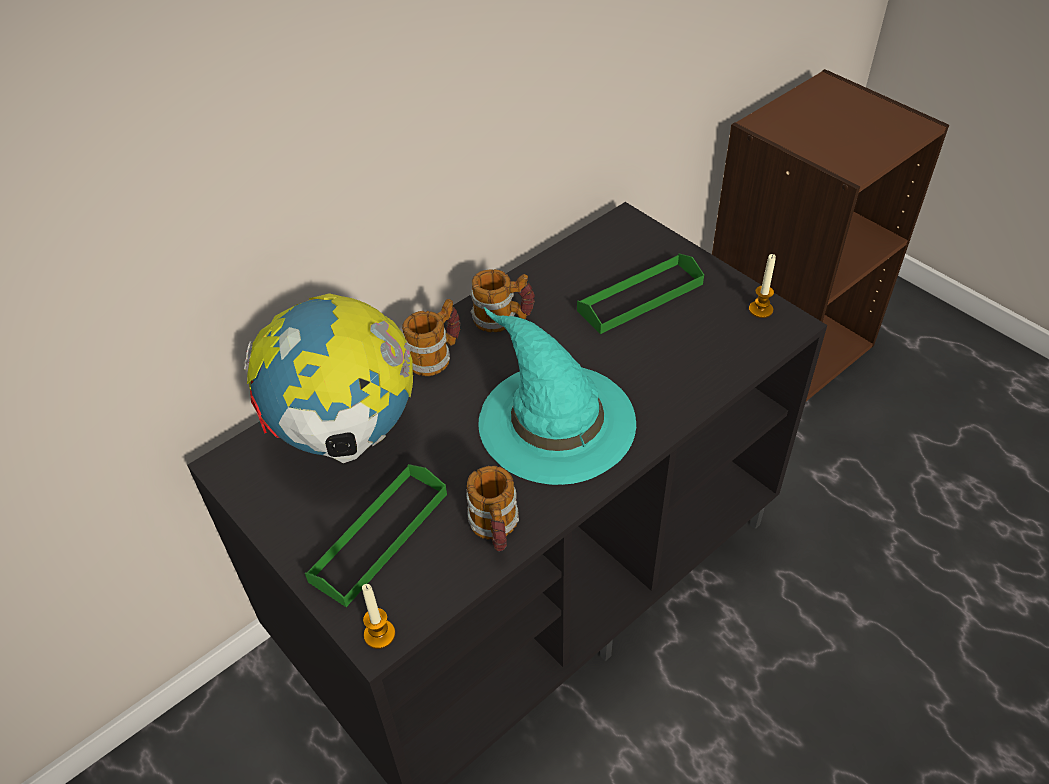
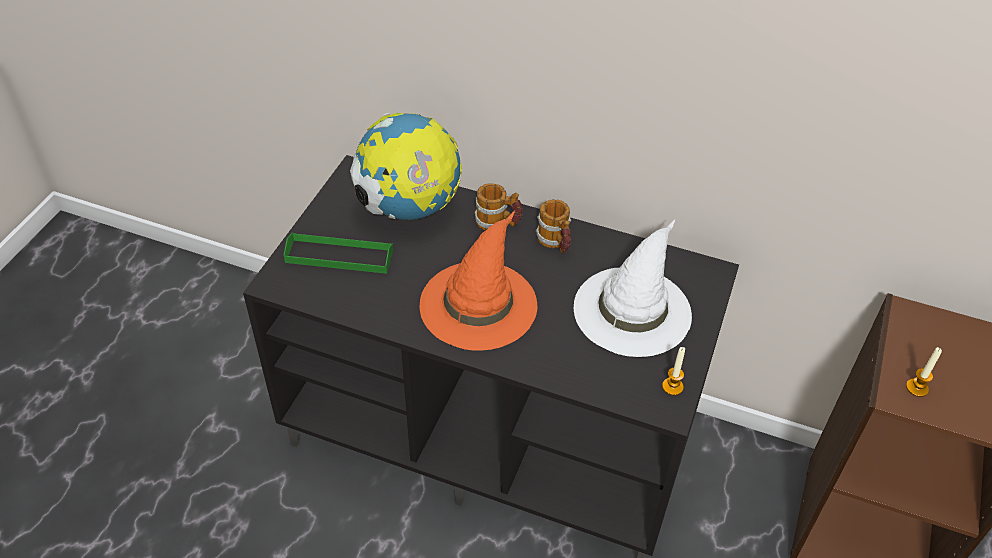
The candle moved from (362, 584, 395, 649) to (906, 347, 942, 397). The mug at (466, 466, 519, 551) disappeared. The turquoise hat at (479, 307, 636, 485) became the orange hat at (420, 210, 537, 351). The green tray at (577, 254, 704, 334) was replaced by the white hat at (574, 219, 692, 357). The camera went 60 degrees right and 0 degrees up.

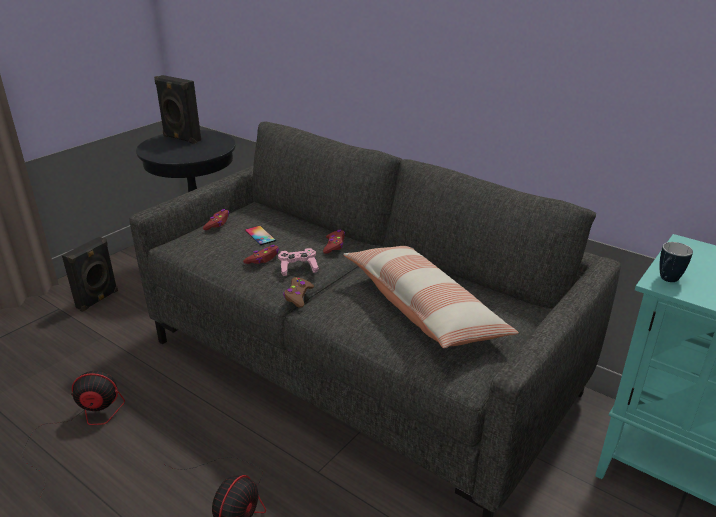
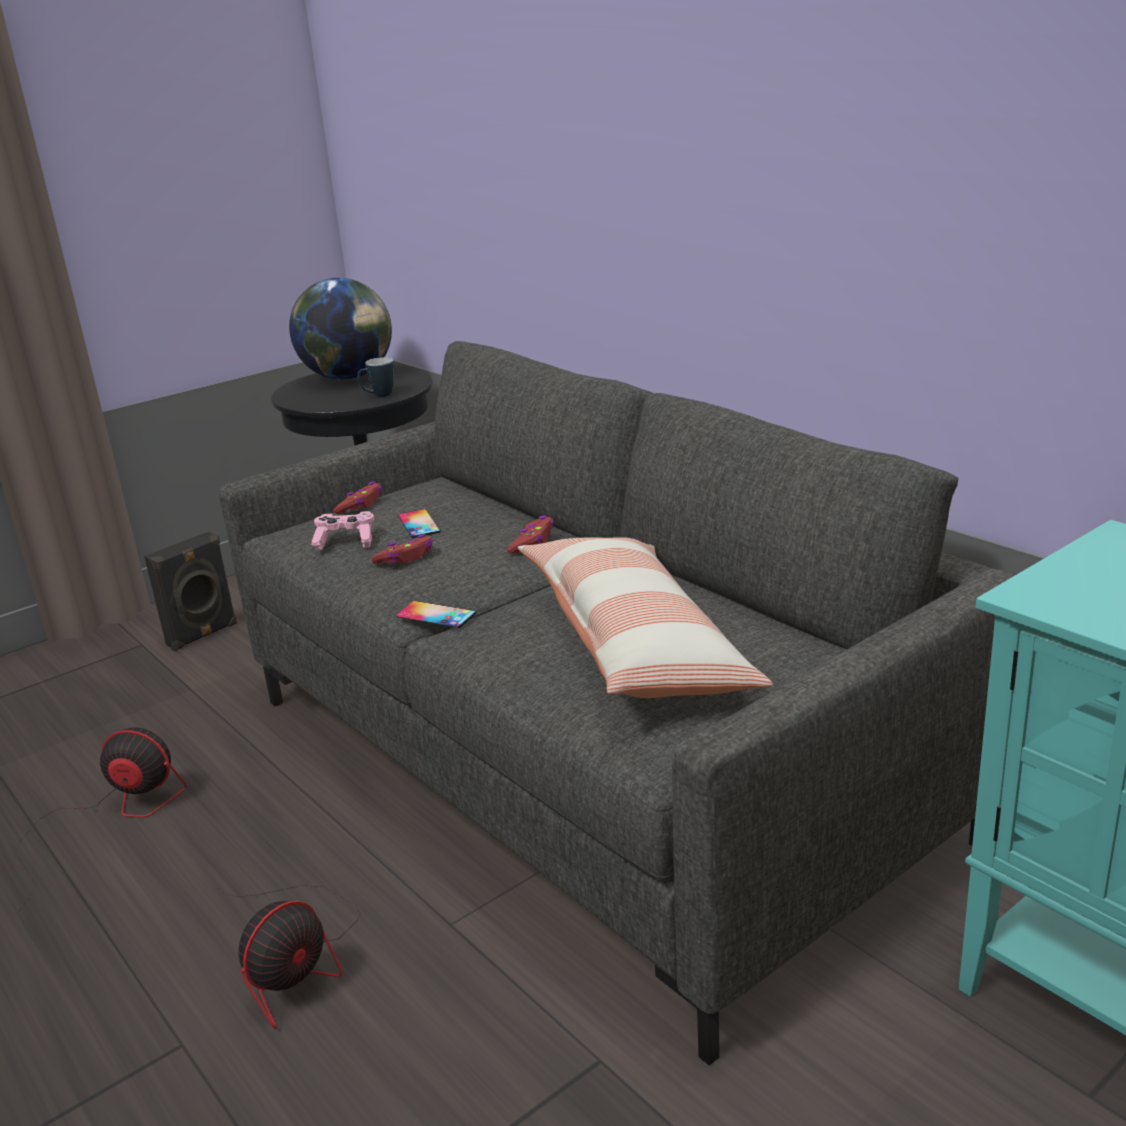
The black speaker at (154, 75, 201, 144) was replaced by the globe at (289, 278, 392, 380). The pink game controller moved from (278, 248, 319, 276) to (311, 511, 374, 550). The brown game controller at (283, 277, 314, 308) was replaced by the phone at (397, 601, 476, 628). The mug moved from (659, 242, 693, 282) to (357, 357, 394, 397). The camera went 15 degrees right and 5 degrees down.

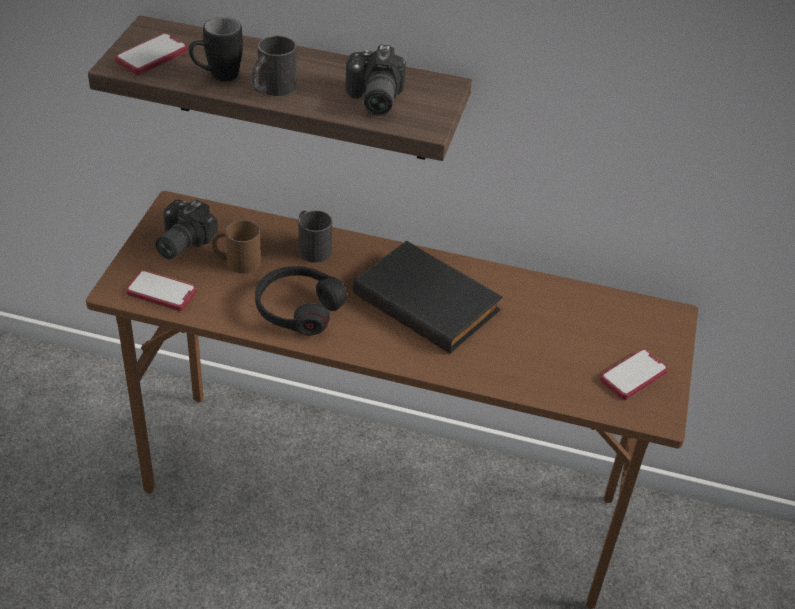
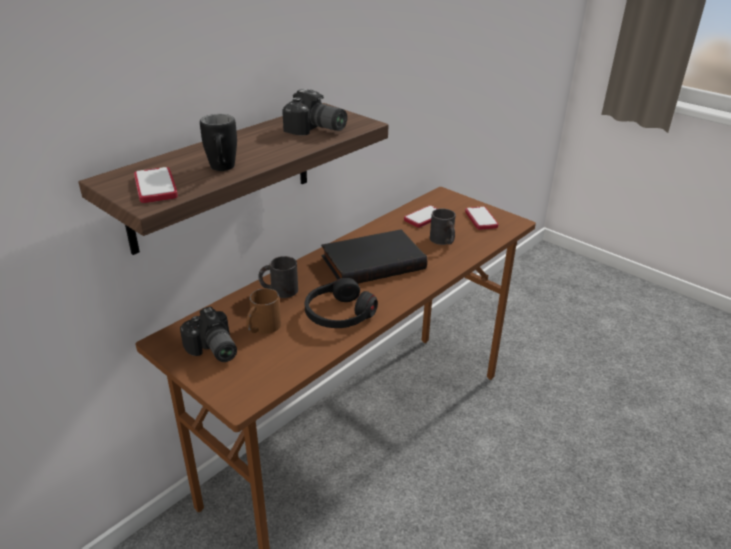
The phone moved from (126, 270, 196, 311) to (404, 205, 438, 228). The black mug moved from (251, 35, 297, 96) to (430, 208, 456, 245). The camera went 60 degrees left and 10 degrees down.

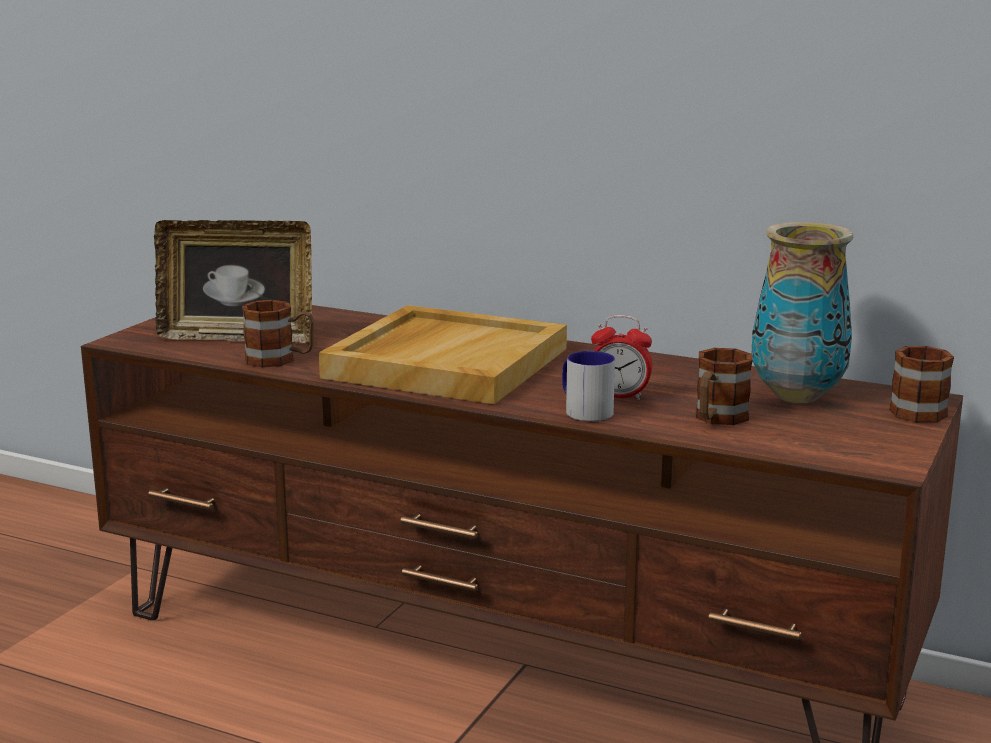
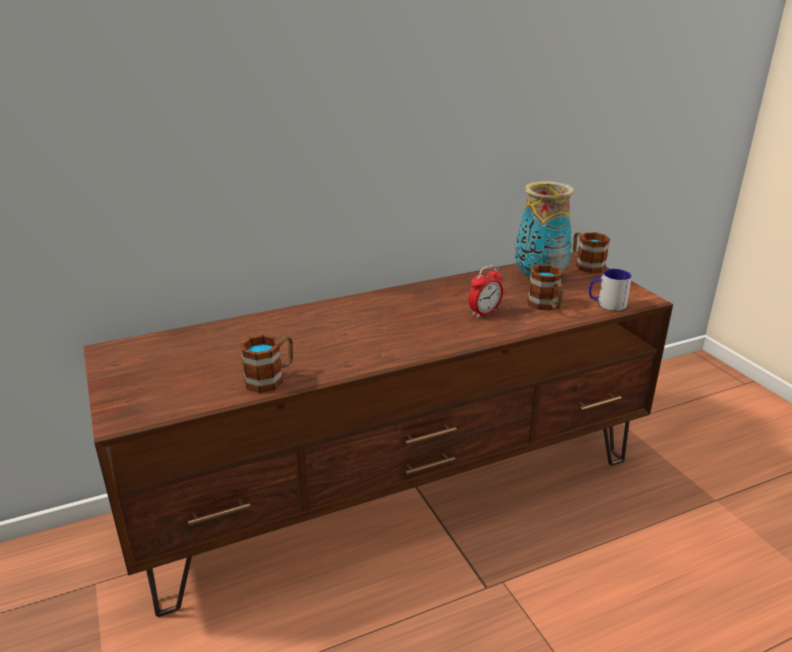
The picture frame at (154, 220, 312, 343) disappeared. The beige tray at (319, 305, 567, 404) disappeared. The mug moved from (562, 351, 615, 421) to (589, 269, 632, 311). The camera went 50 degrees left and 10 degrees up.

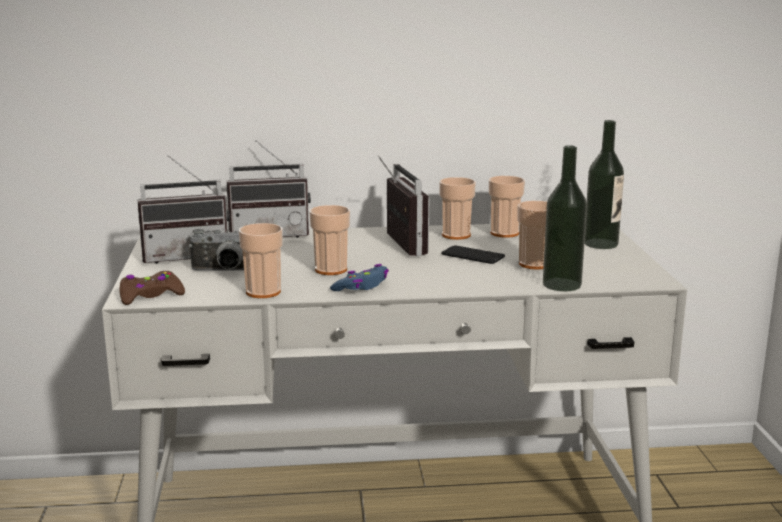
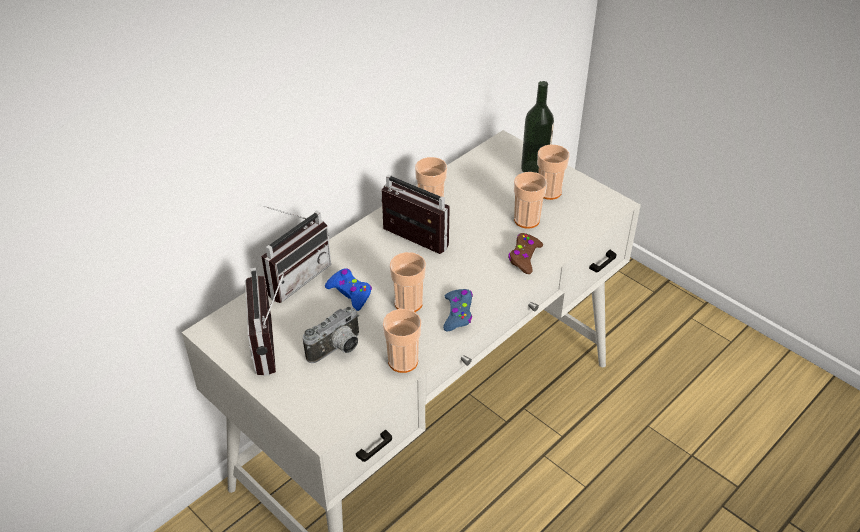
The brown game controller moved from (119, 271, 185, 305) to (508, 233, 543, 274). The radio at (137, 155, 230, 264) turned 135 degrees clockwise. The phone at (441, 245, 505, 264) disappeared. The cup moved from (489, 176, 525, 238) to (537, 144, 570, 200). The bottle at (543, 145, 587, 291) disappeared. The blue game controller at (325, 268, 372, 311) appeared. The camera went 40 degrees left and 25 degrees up.

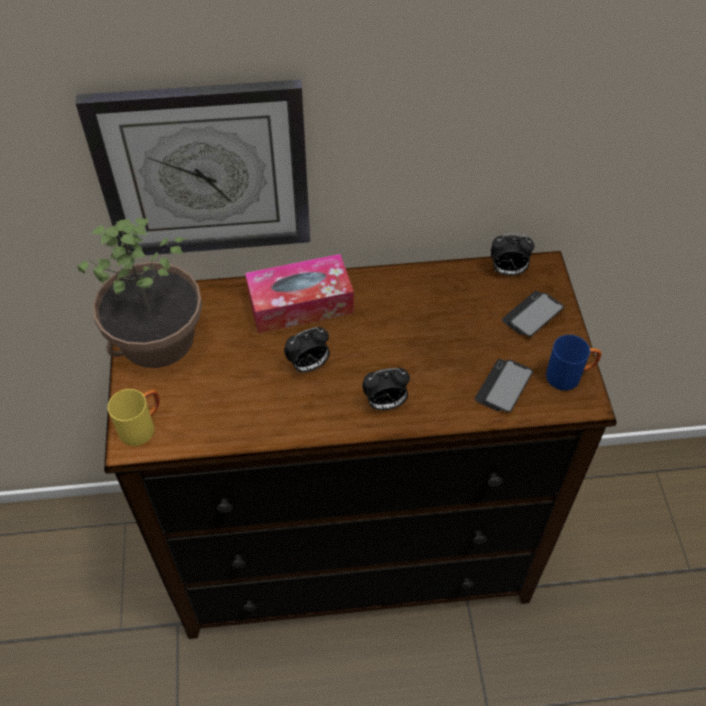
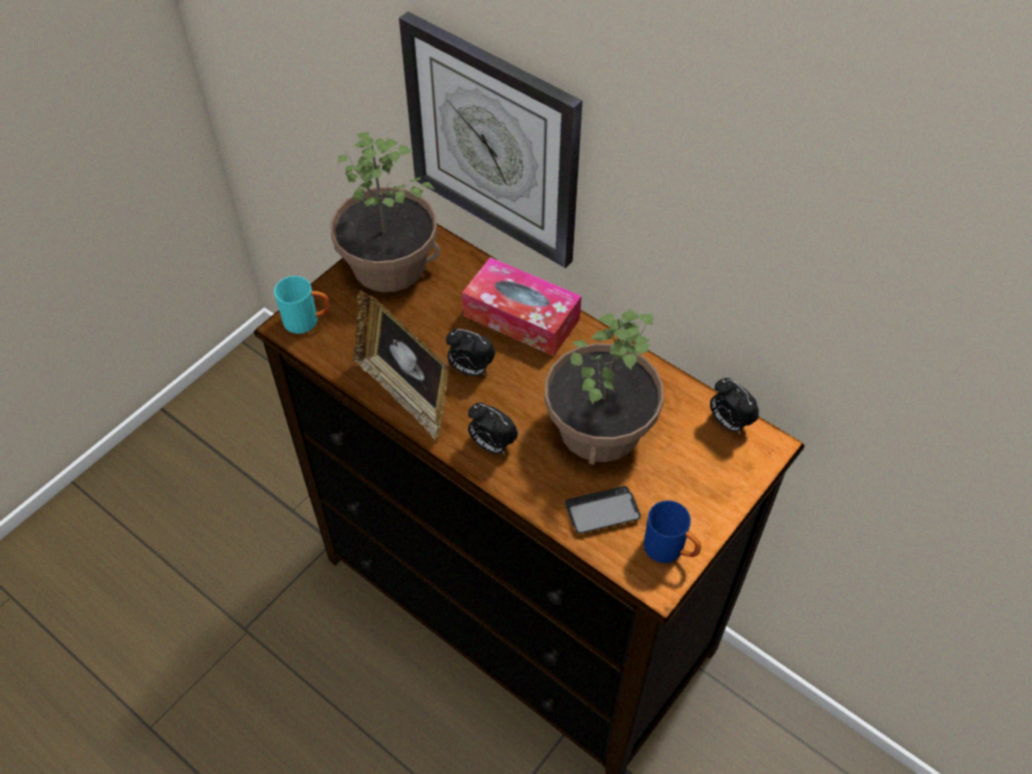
The yellow mug at (108, 389, 160, 446) became the turquoise mug at (274, 276, 330, 334). The phone at (502, 291, 564, 337) disappeared. The picture frame at (353, 290, 450, 441) appeared. The potted plant at (544, 308, 664, 465) appeared. The camera went 45 degrees right and 0 degrees up.

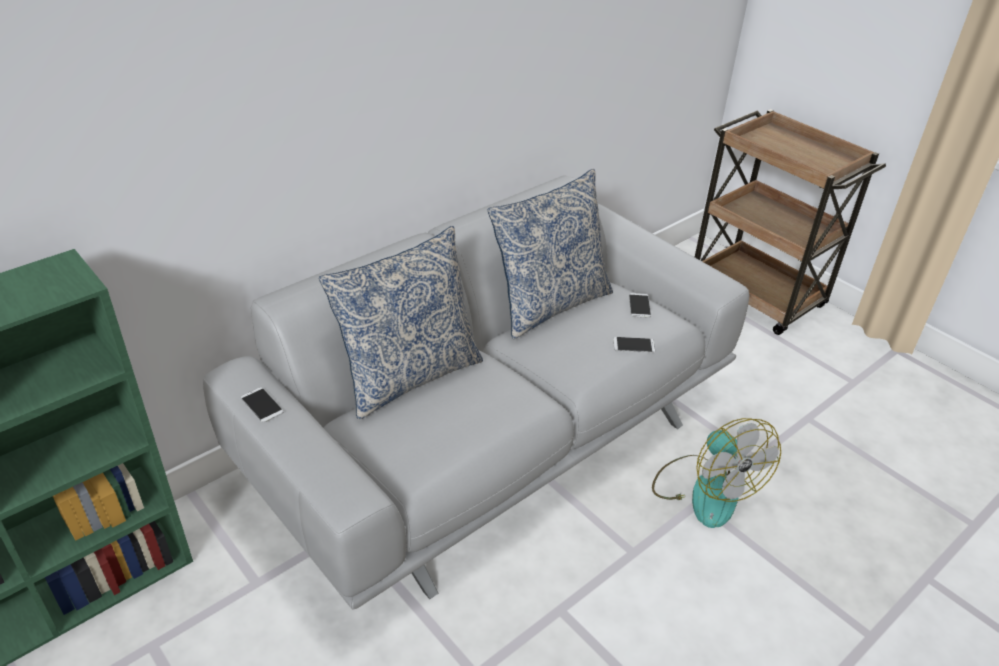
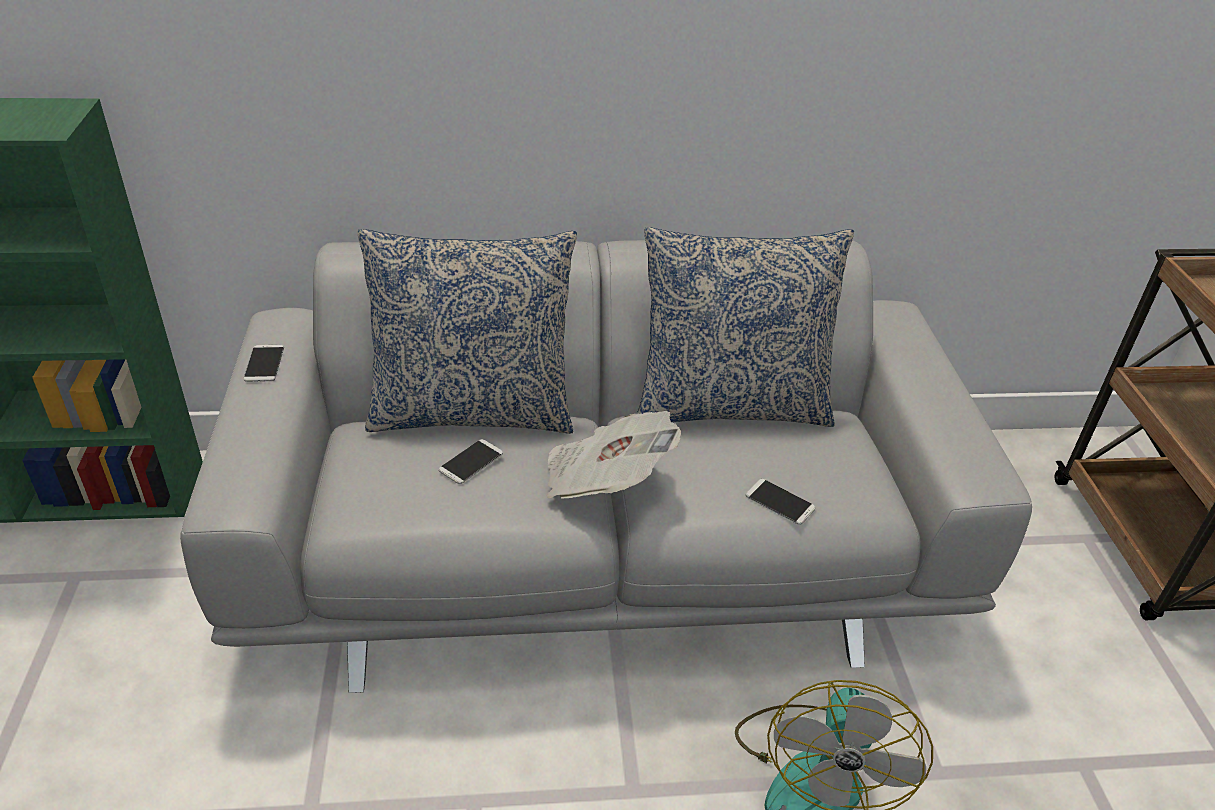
The phone moved from (629, 293, 651, 318) to (439, 439, 503, 484). The newspaper at (547, 411, 681, 499) appeared. The camera went 35 degrees right and 0 degrees up.

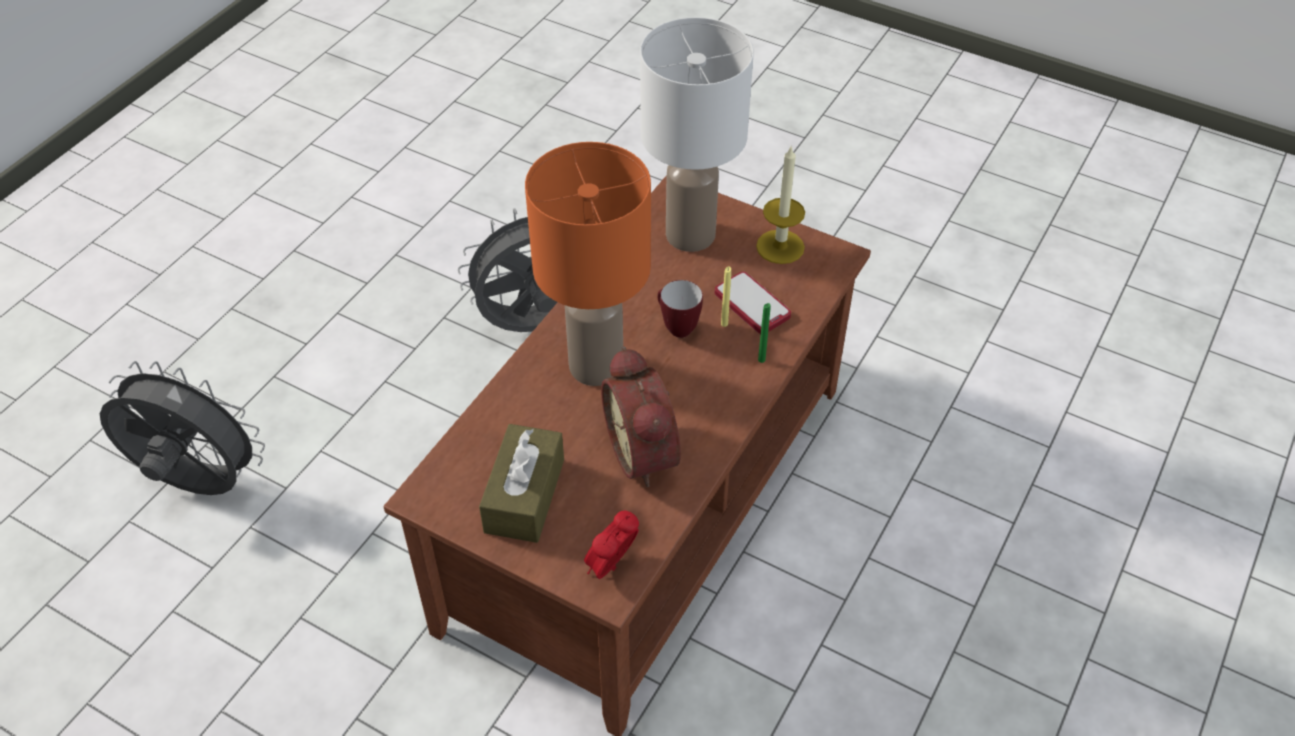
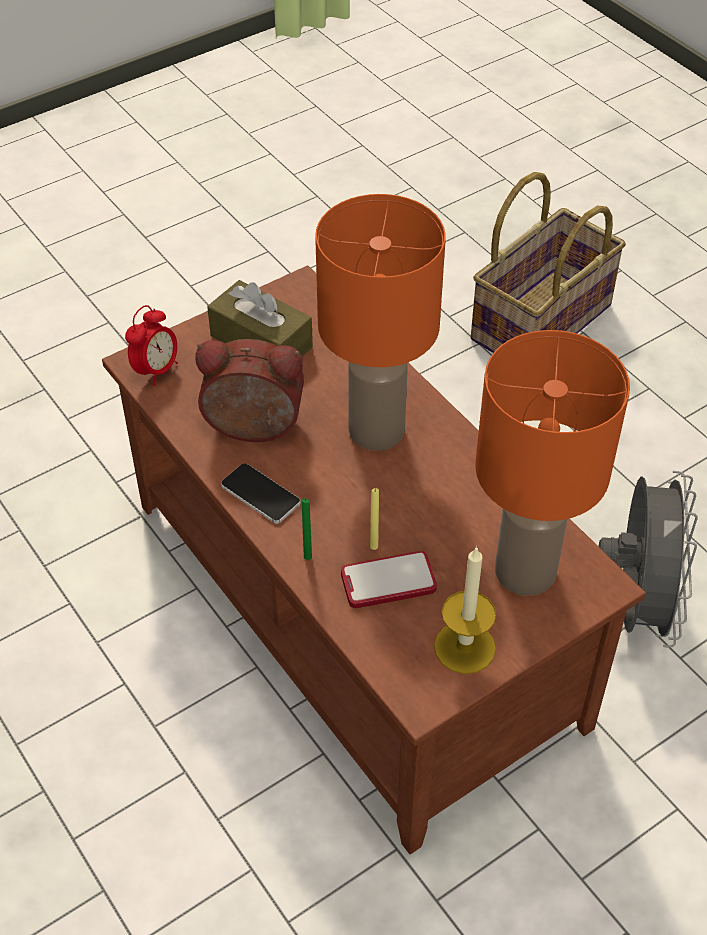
The grey fan at (100, 361, 265, 495) was replaced by the basket at (471, 172, 626, 353). The alarm clock at (584, 510, 639, 579) turned 60 degrees clockwise. The white table lamp at (640, 17, 754, 252) became the orange table lamp at (476, 330, 630, 596). The mug at (657, 280, 703, 338) disappeared. The phone at (221, 464, 301, 524) appeared. The camera went 115 degrees right and 0 degrees up.

